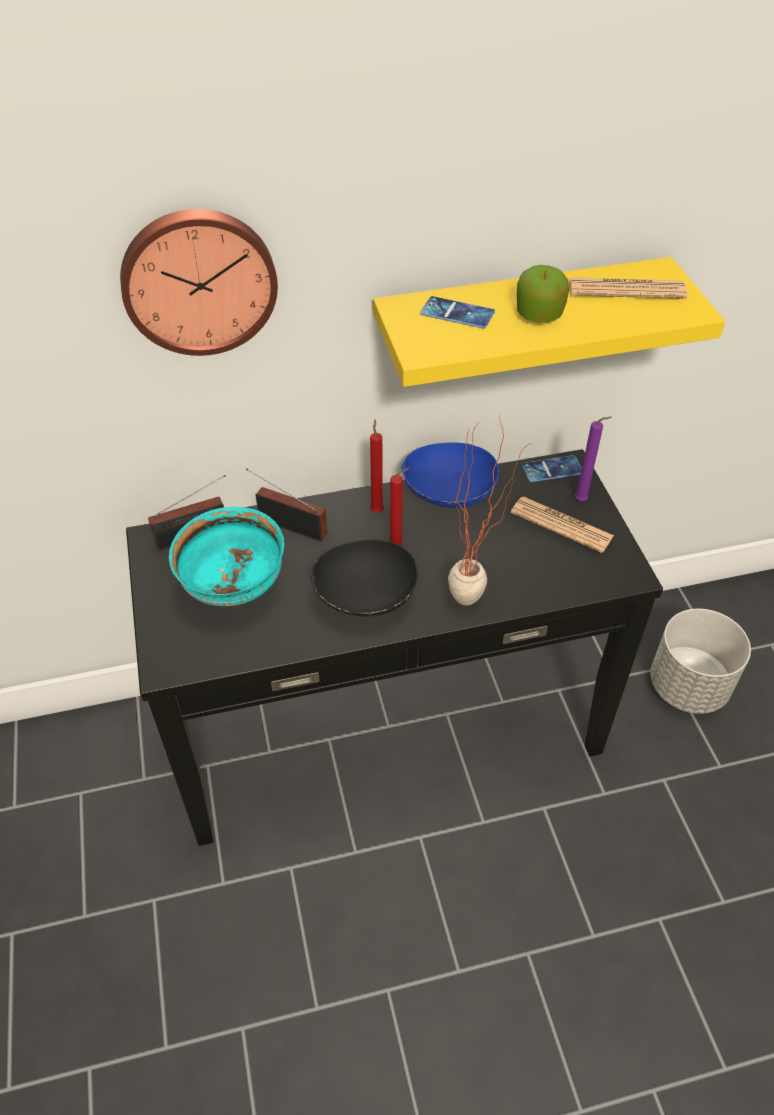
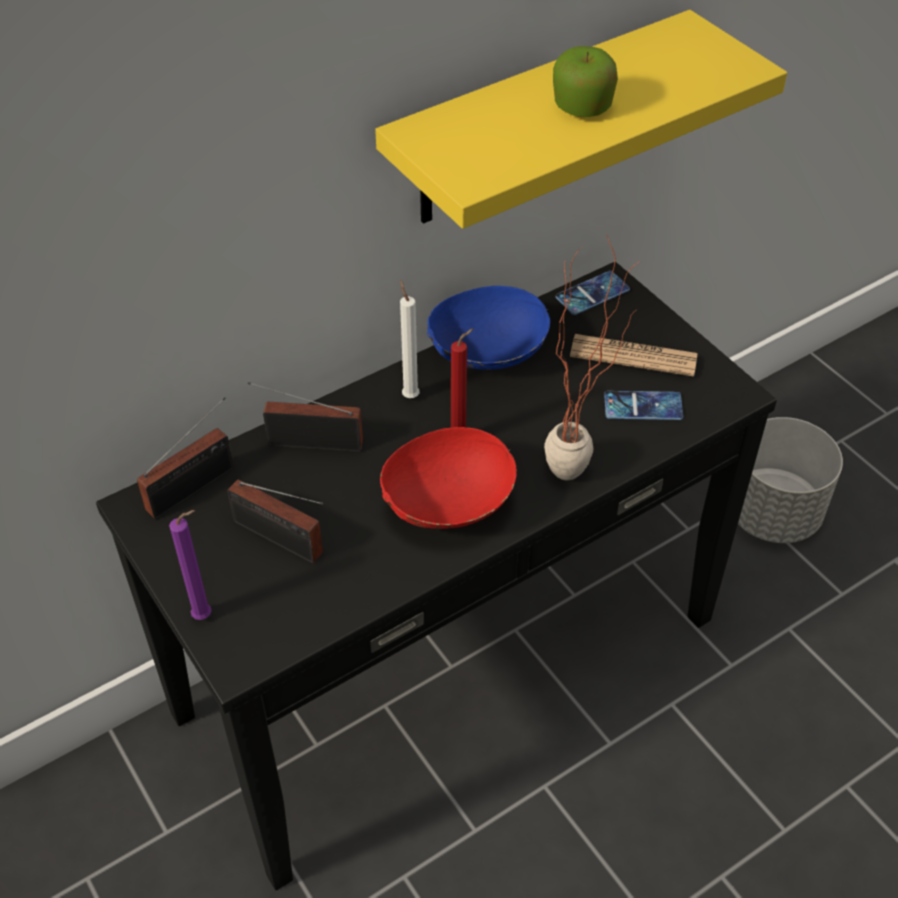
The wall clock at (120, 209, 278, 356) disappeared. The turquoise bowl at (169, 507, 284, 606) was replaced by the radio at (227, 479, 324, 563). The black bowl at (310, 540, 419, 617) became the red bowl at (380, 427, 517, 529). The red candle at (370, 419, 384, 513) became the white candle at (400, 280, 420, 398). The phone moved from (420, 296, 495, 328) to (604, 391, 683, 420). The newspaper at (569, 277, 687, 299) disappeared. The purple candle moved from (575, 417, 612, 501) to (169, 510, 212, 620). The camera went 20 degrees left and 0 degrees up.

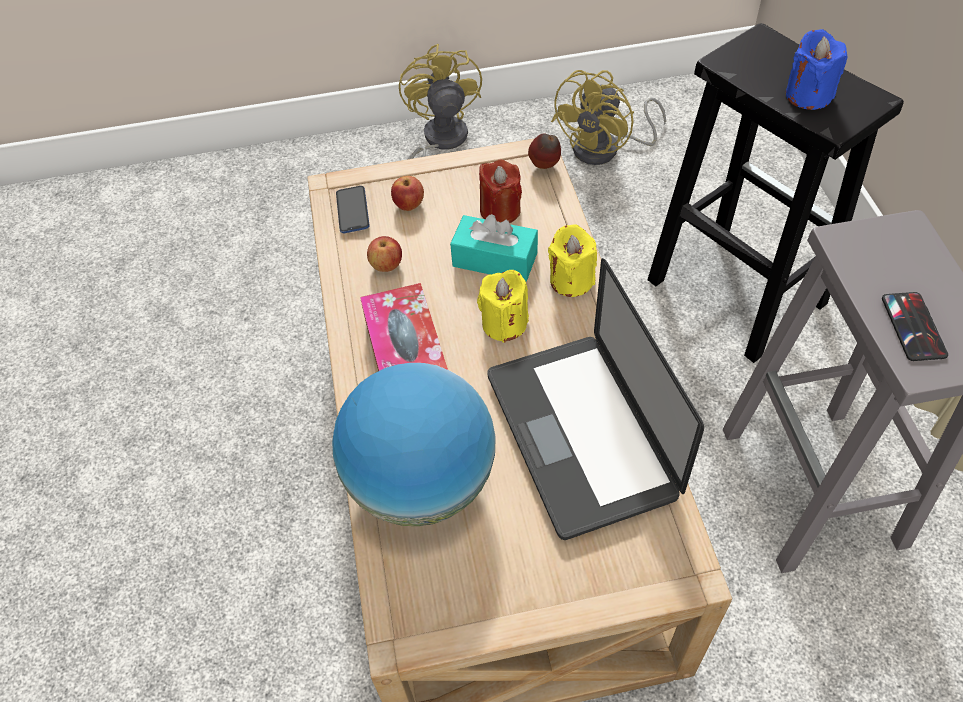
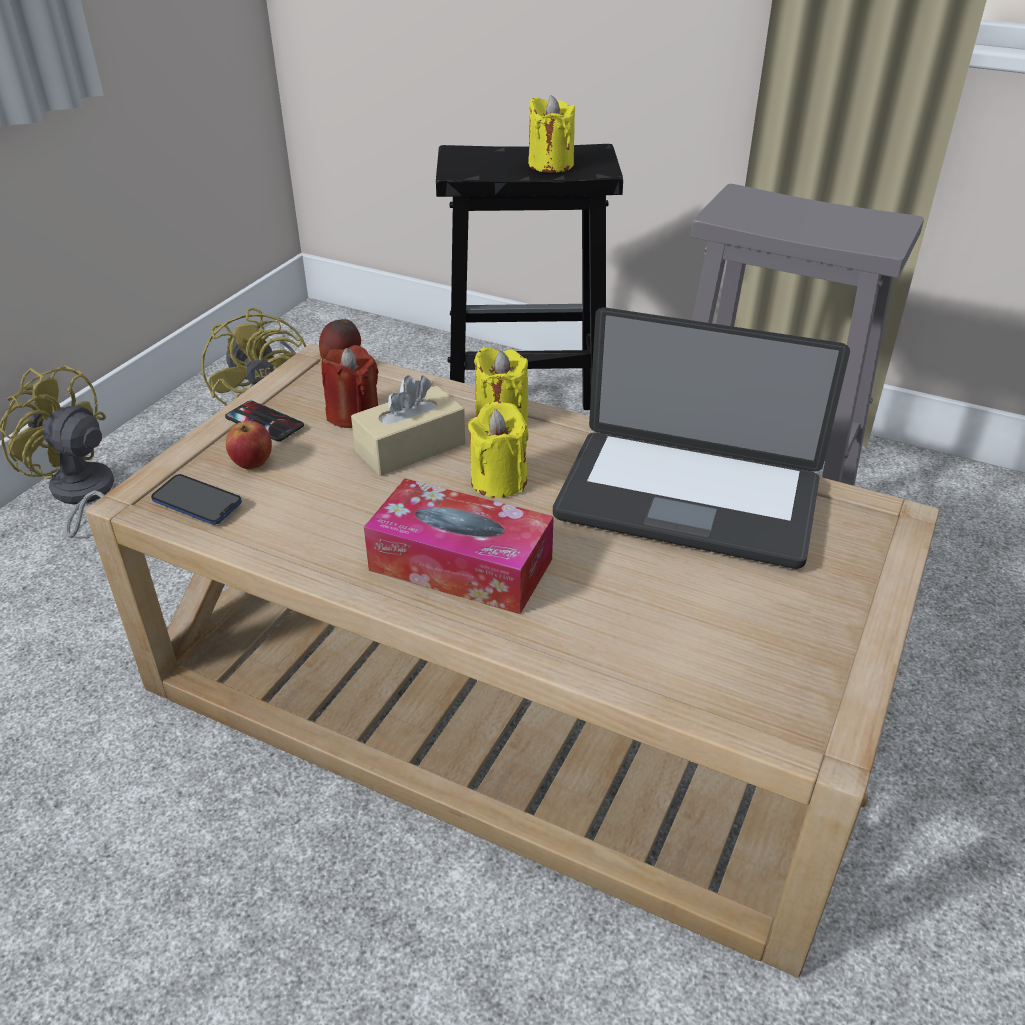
The globe at (332, 363, 496, 526) disappeared. The apple at (367, 236, 402, 272) disappeared. The turquoise tissue box at (450, 214, 538, 282) became the beige tissue box at (351, 376, 466, 476). The blue candle at (786, 29, 848, 110) became the yellow candle at (528, 95, 575, 173). The phone moved from (882, 292, 948, 361) to (225, 401, 304, 441). The camera went 55 degrees left and 15 degrees down.

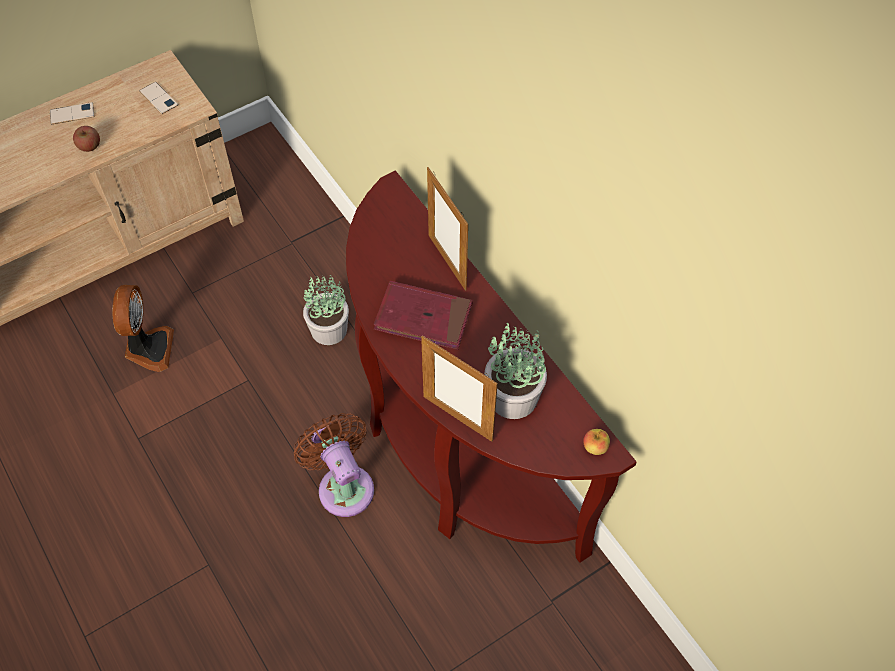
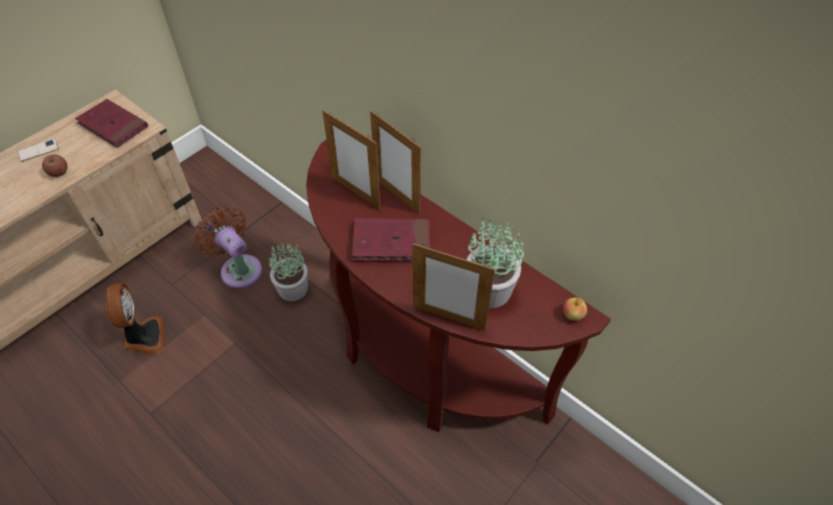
The phone at (140, 82, 178, 114) was replaced by the red book at (75, 99, 148, 148). The brown fan moved from (294, 413, 374, 517) to (193, 206, 262, 289). The picture frame at (322, 110, 381, 210) appeared. The camera went 15 degrees left and 5 degrees down.

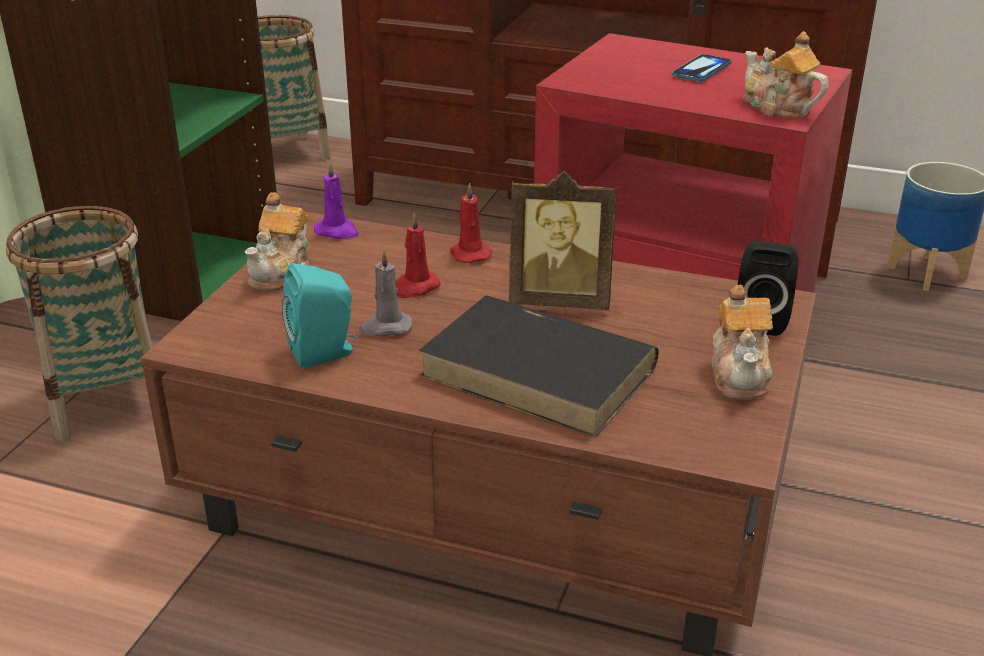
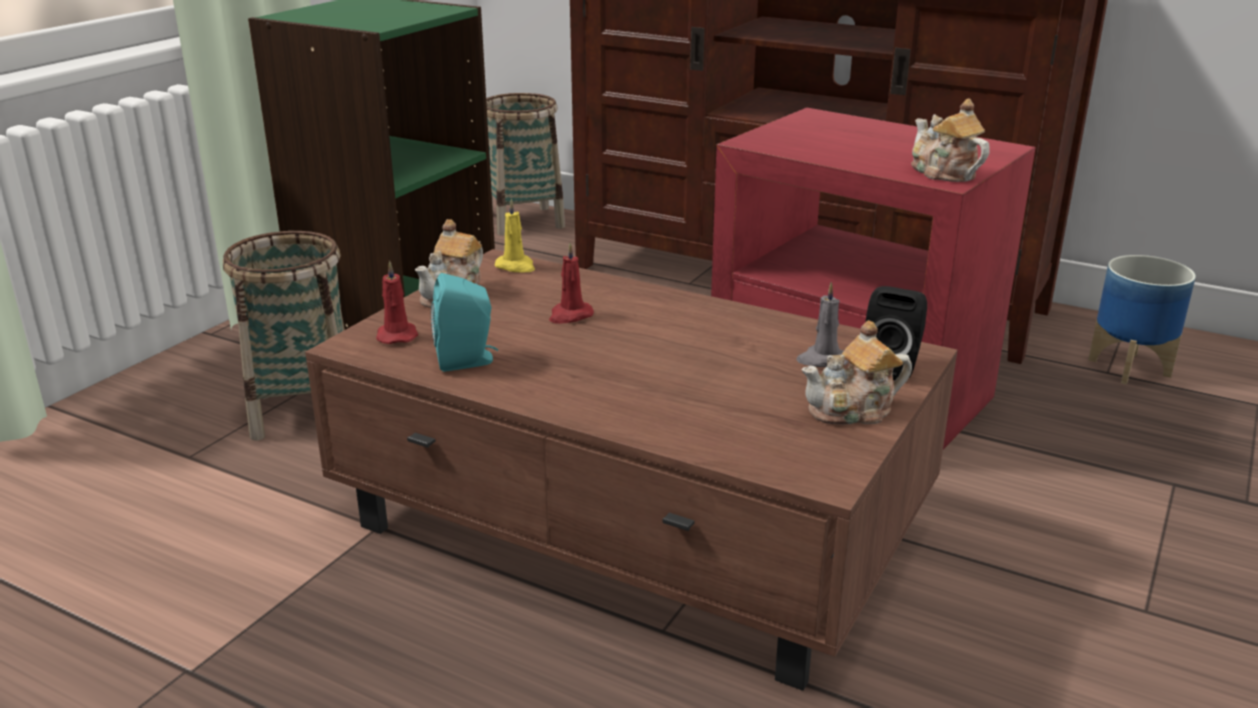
The purple candle at (314, 161, 359, 239) became the yellow candle at (495, 199, 535, 273). The grey candle moved from (359, 249, 413, 336) to (796, 282, 848, 367). The black book at (418, 295, 658, 438) disappeared. The red candle moved from (450, 182, 492, 263) to (376, 261, 418, 344). The picture frame at (509, 171, 617, 310) disappeared. The phone at (672, 54, 732, 82) disappeared. The teapot at (711, 285, 773, 400) turned 60 degrees clockwise. The camera went 10 degrees right and 5 degrees down.

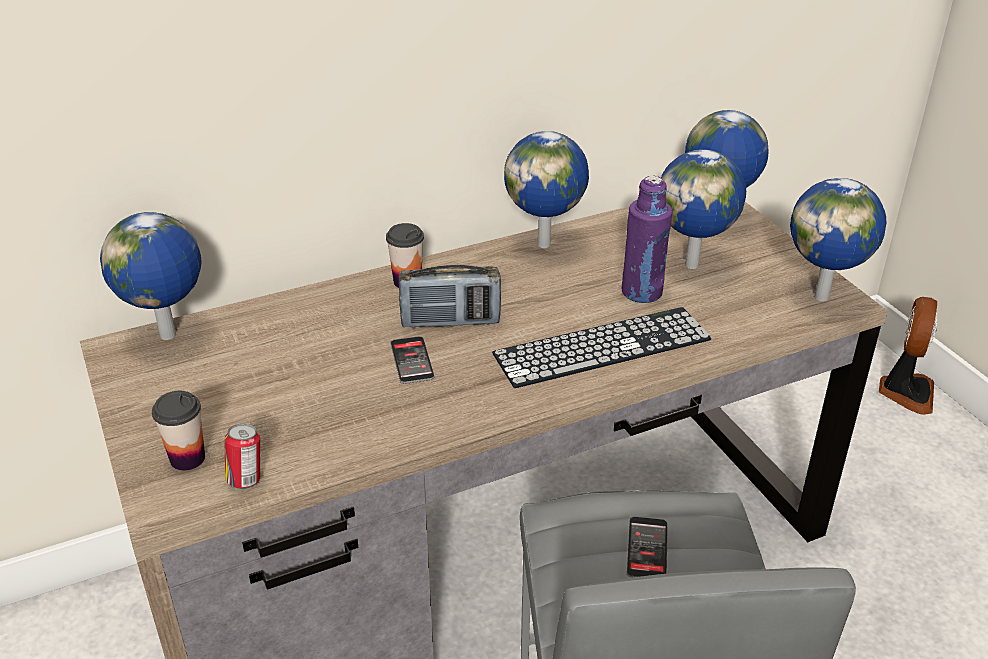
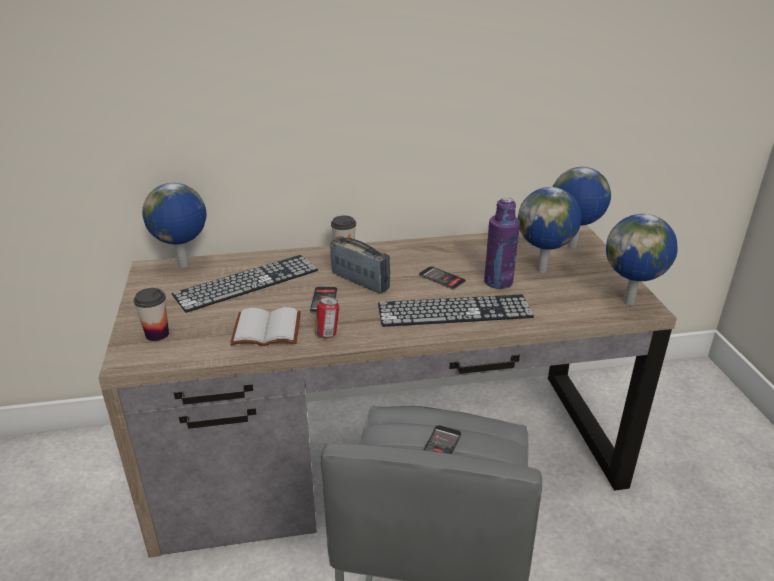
The can moved from (225, 424, 262, 489) to (315, 297, 339, 339). The radio at (399, 265, 501, 328) turned 150 degrees counterclockwise. The globe at (504, 131, 589, 248) disappeared. The fan at (879, 297, 937, 415) disappeared. The keyboard at (172, 255, 318, 313) appeared. The white book at (230, 307, 301, 346) appeared. The phone at (419, 266, 466, 290) appeared. The camera went 15 degrees right and 5 degrees down.

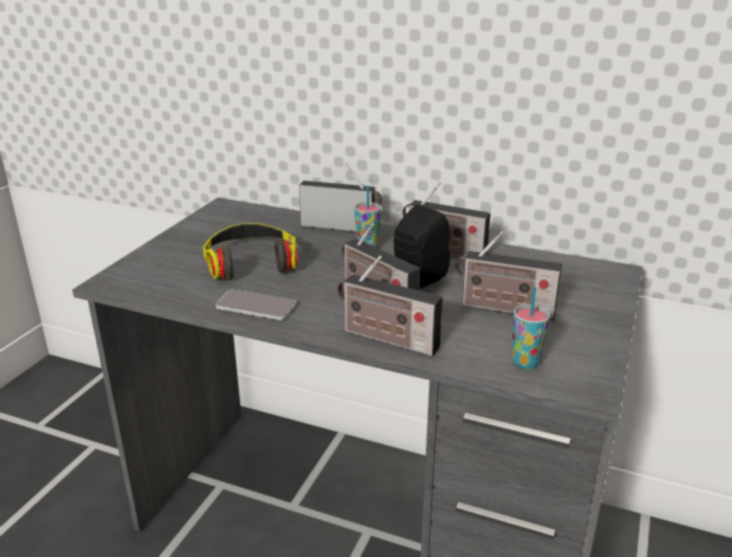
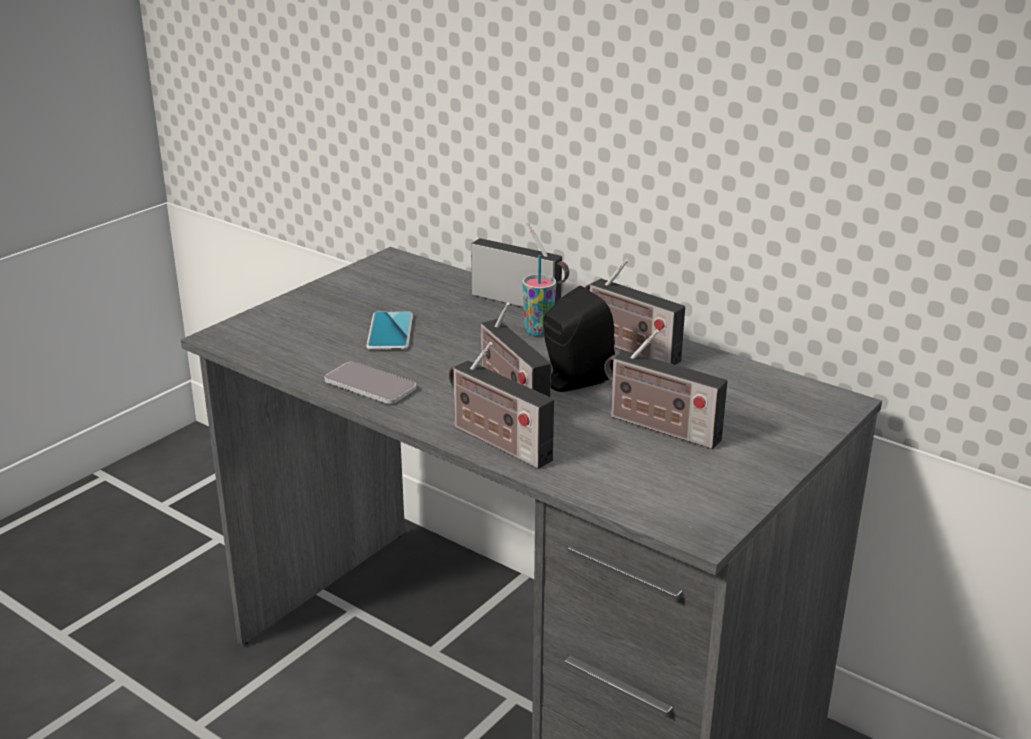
The headphones at (203, 223, 297, 279) was replaced by the phone at (366, 311, 413, 350). The cup at (511, 287, 550, 369) disappeared. The camera went 15 degrees right and 0 degrees up.

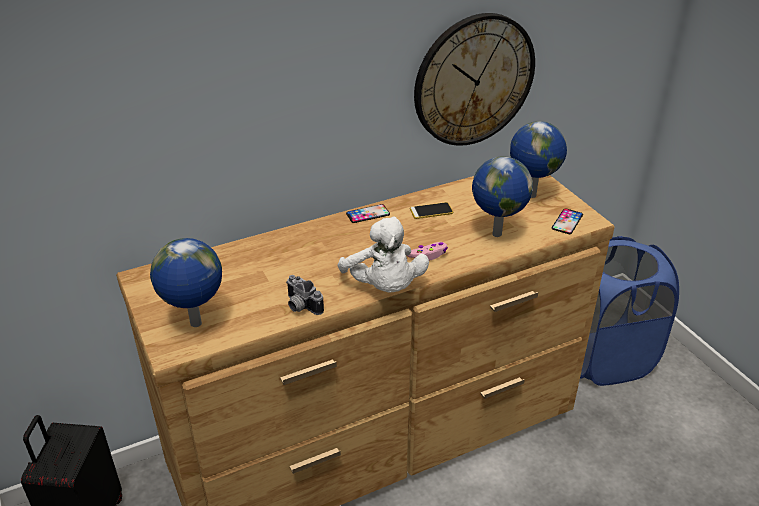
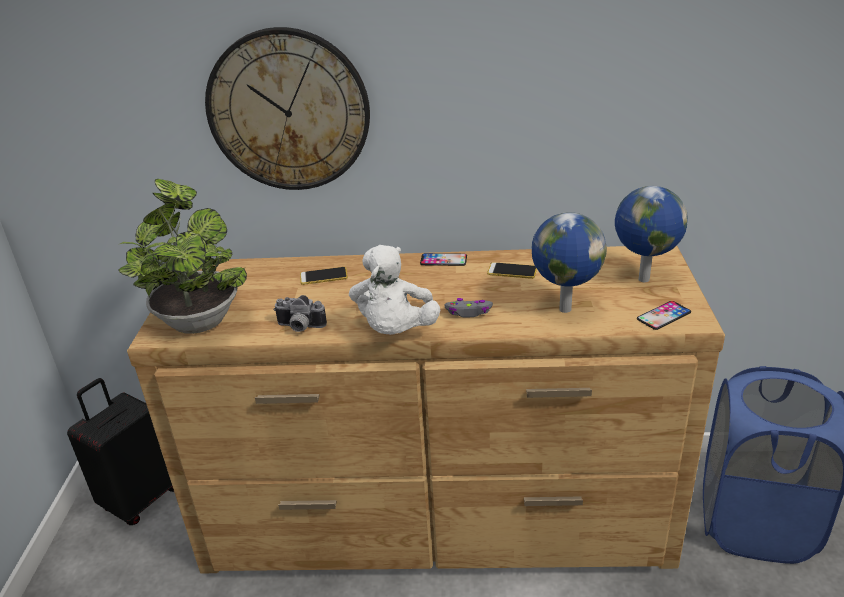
The globe at (150, 238, 222, 327) was replaced by the potted plant at (118, 179, 247, 334). The photo camera at (286, 275, 324, 315) turned 60 degrees counterclockwise. The pink game controller at (407, 242, 448, 261) became the grey game controller at (445, 298, 493, 317). The wall clock moved from (414, 13, 535, 146) to (205, 27, 370, 190). The phone at (300, 267, 348, 285) appeared. The camera went 30 degrees right and 5 degrees down.

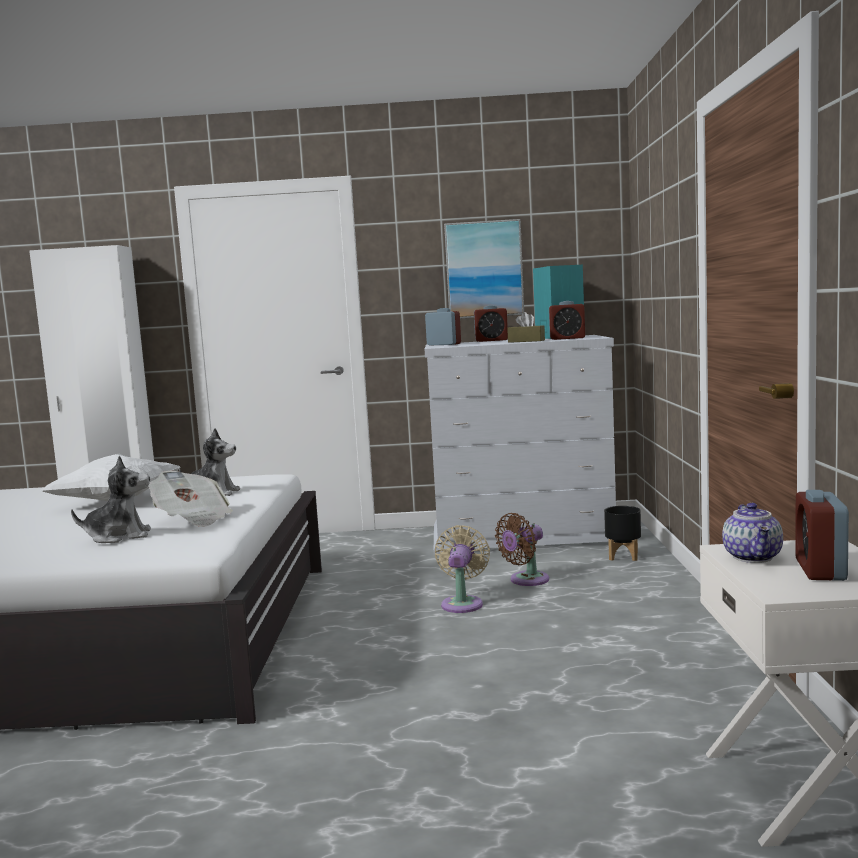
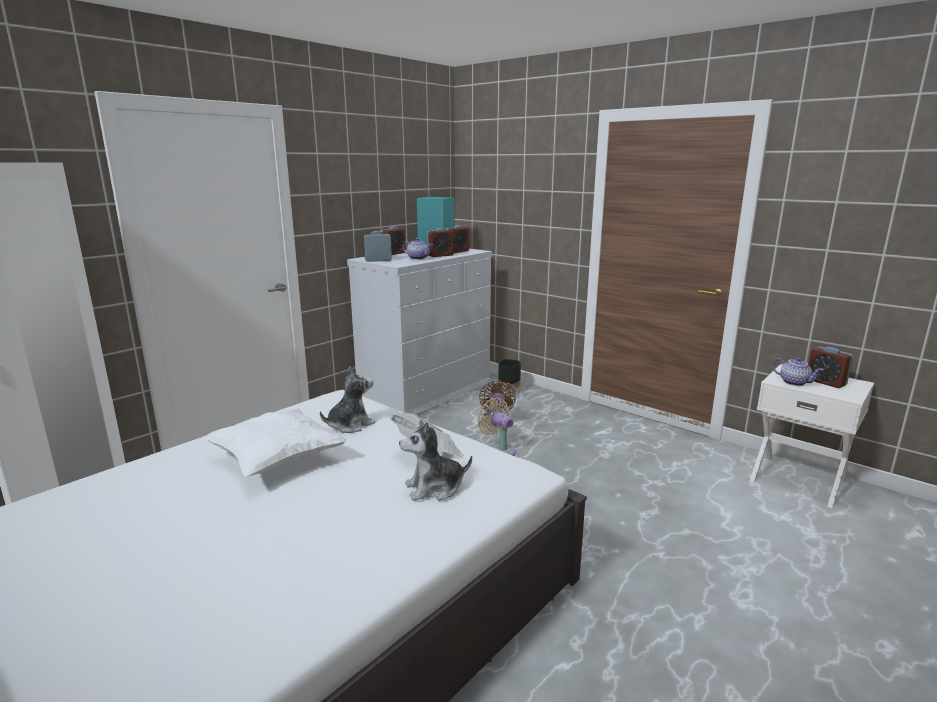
The plush toy at (71, 456, 151, 543) turned 135 degrees counterclockwise. The picture at (444, 219, 524, 318) disappeared. The brown tissue box at (507, 312, 545, 343) was replaced by the alarm clock at (427, 228, 454, 257). The teapot at (402, 238, 433, 260) appeared. The camera went 50 degrees left and 10 degrees up.

